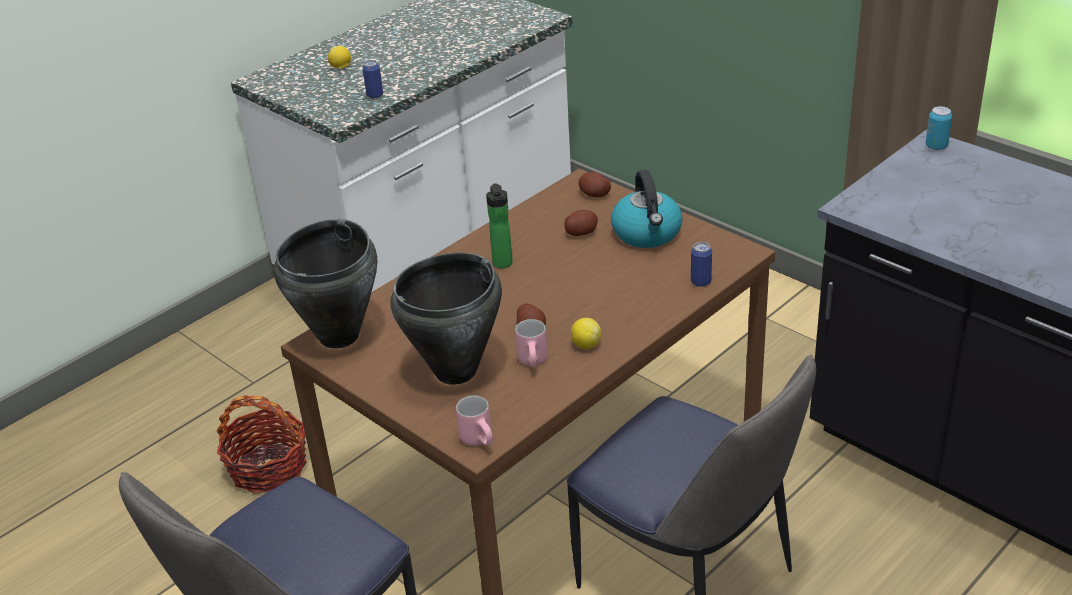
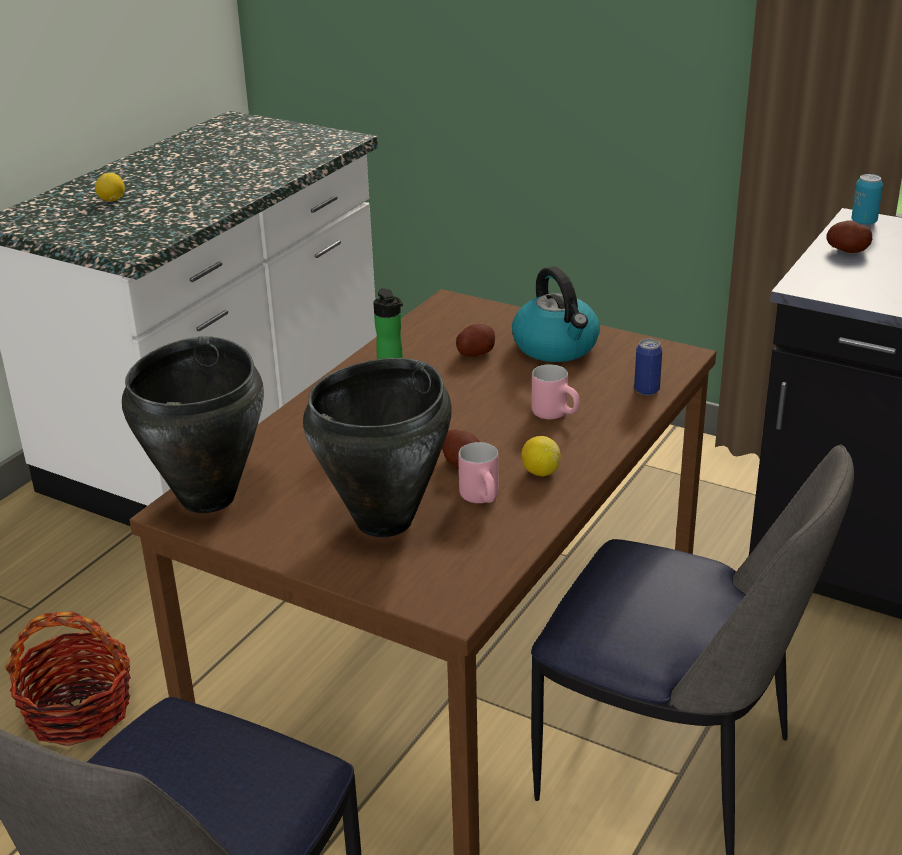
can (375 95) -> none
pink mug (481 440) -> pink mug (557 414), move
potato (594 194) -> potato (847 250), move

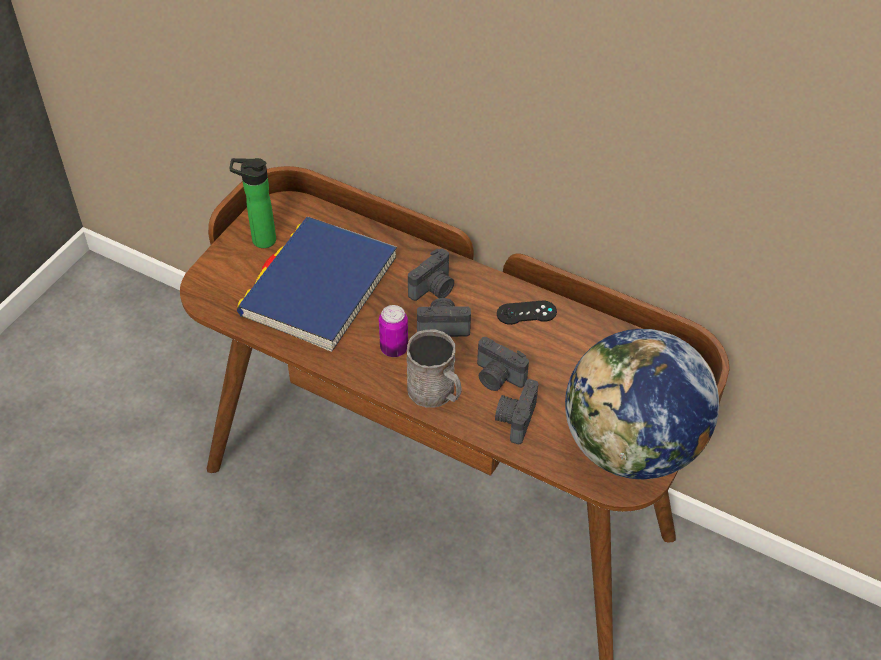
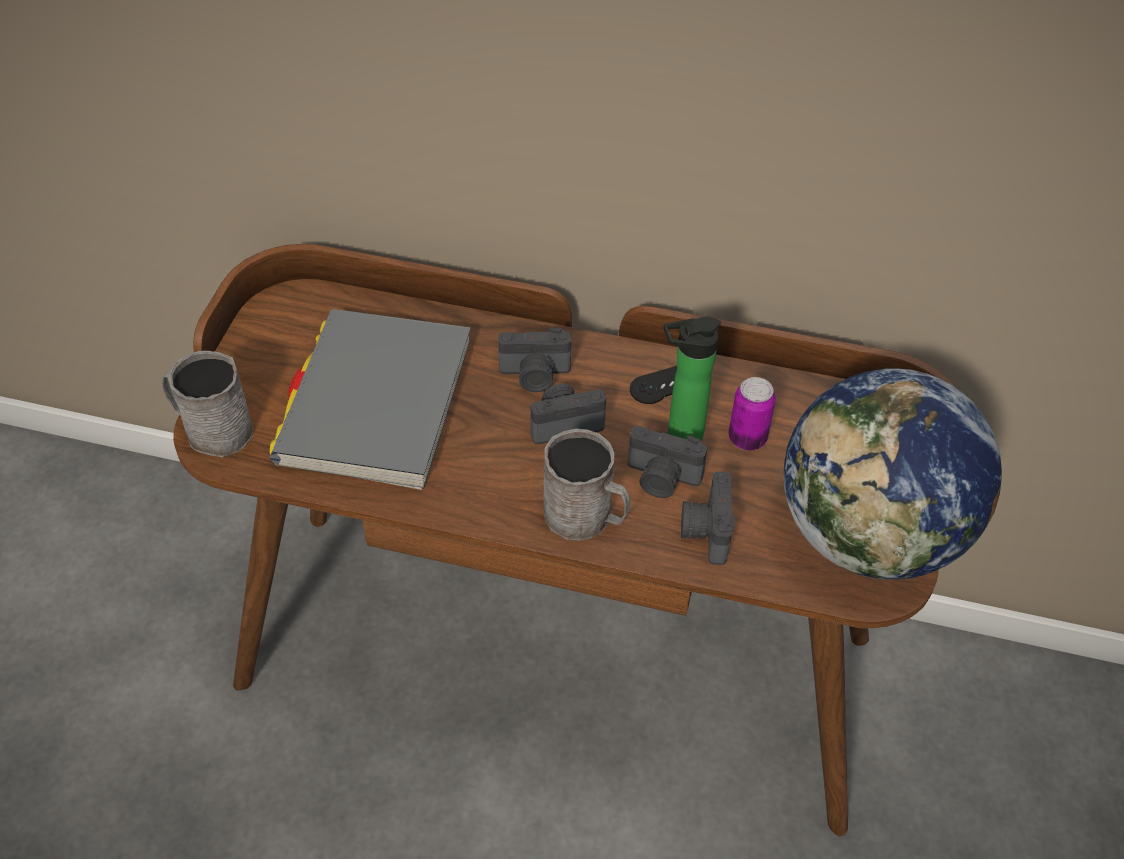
bottle (260 240) -> bottle (679 435), move
blue book (319 287) -> grey book (375 404)
can (394 348) -> can (747 438), move
photo camera (434 289) -> photo camera (535 376), 60 degrees clockwise
none -> grey mug (211 429)

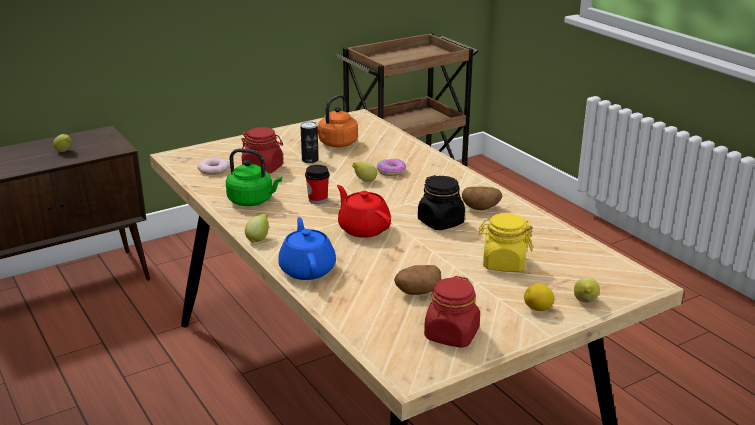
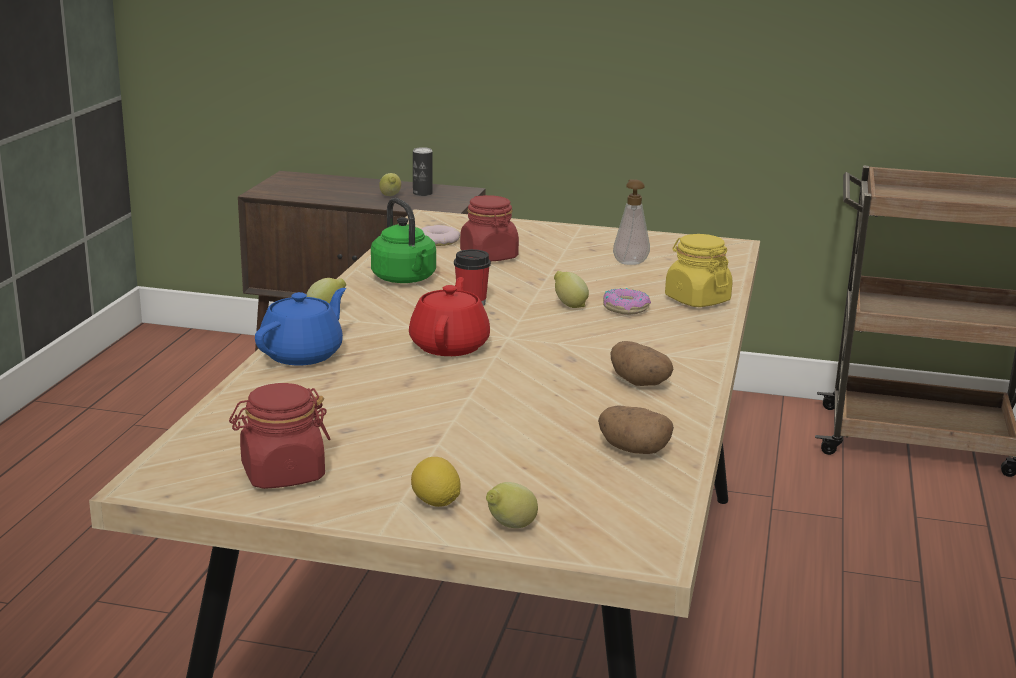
can (310 160) -> can (422 193), move
orange kettle (336 144) -> soap dispenser (630 262)
potato (417 292) -> potato (633 450), move
black jar (441 222) -> none
yellow jar (503 263) -> yellow jar (697 300), move

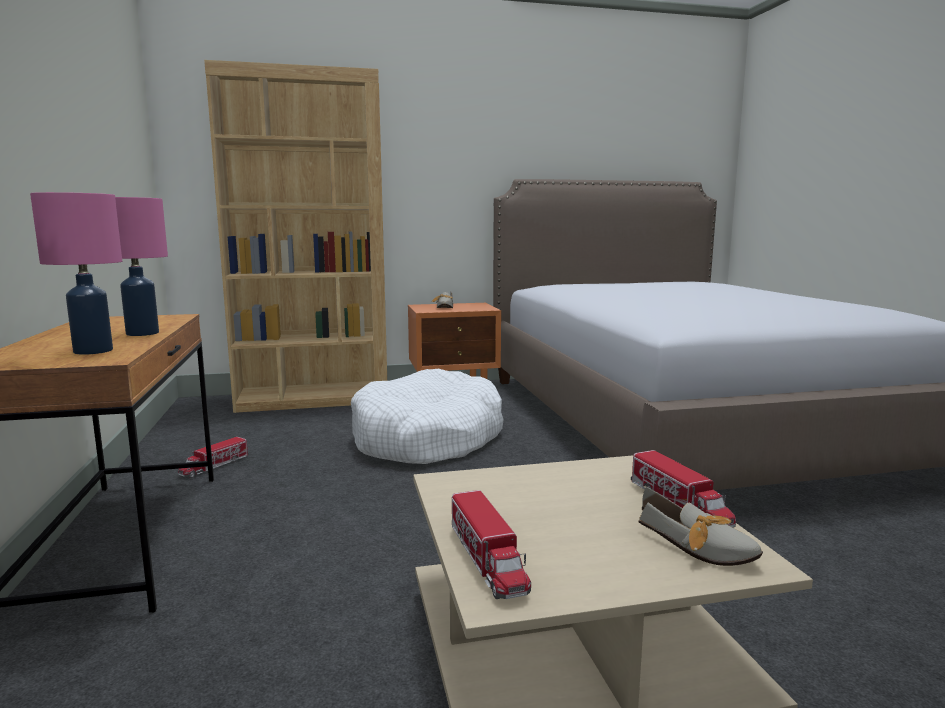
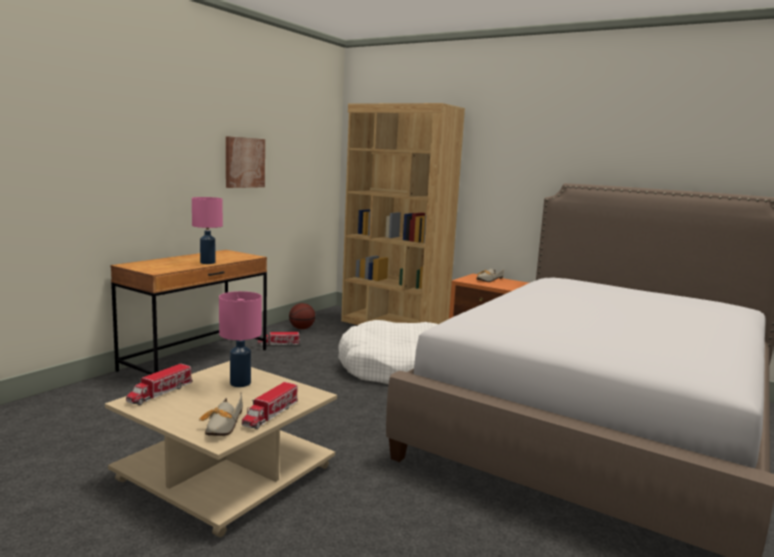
pink table lamp (93 351) -> pink table lamp (241 383), move
none -> picture (244 162)
none -> basketball (302 328)

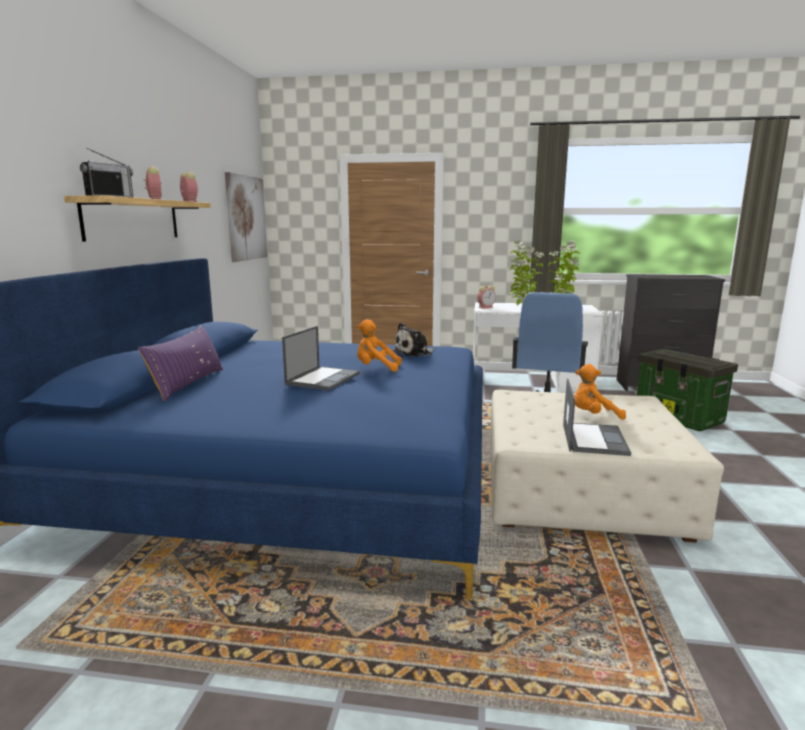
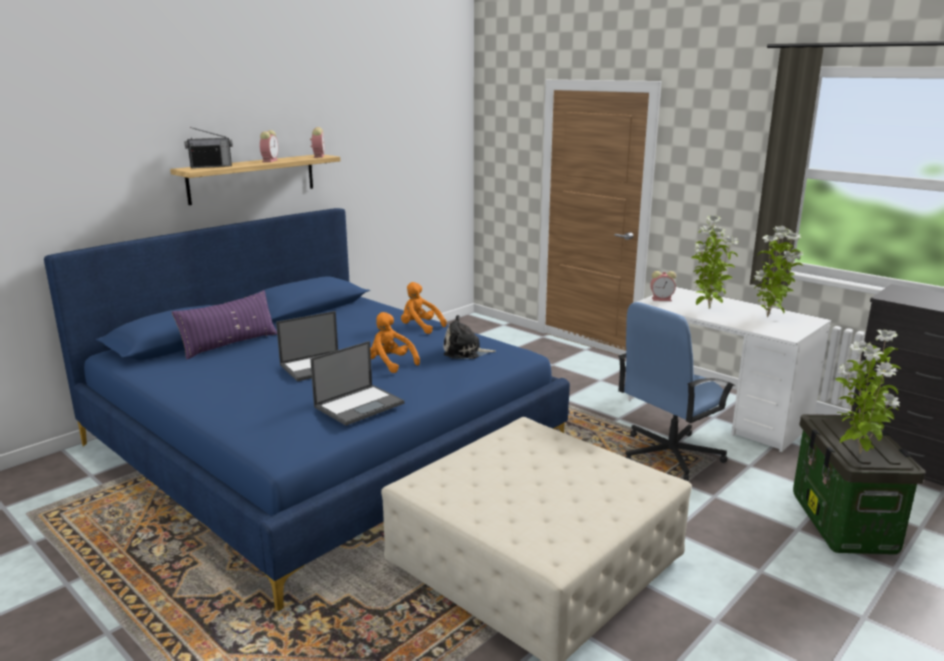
picture (246 218) -> none
laptop (593 439) -> laptop (359 405), move
orange plush toy (593 416) -> orange plush toy (420 327), move
none -> potted plant (857 453)

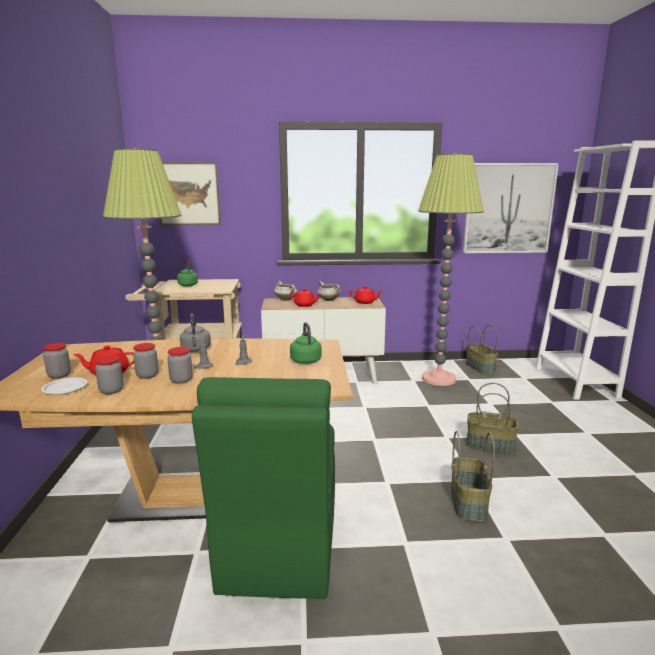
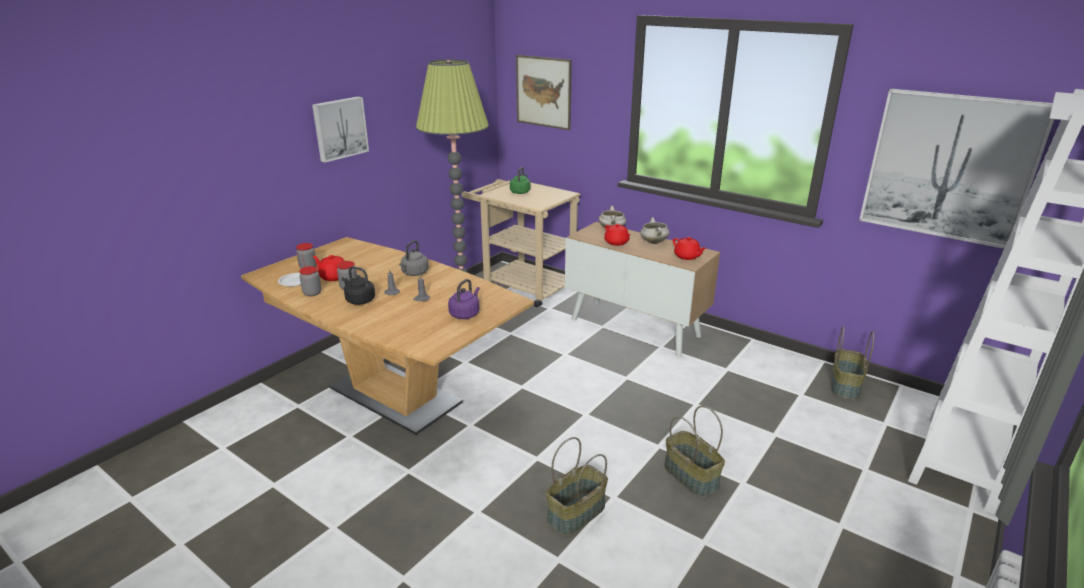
jar (181 380) -> black kettle (359 300)
green chair (278 549) -> none
green kettle (305 360) -> purple kettle (465 314)
floor lamp (438 379) -> none
none -> picture (339 128)

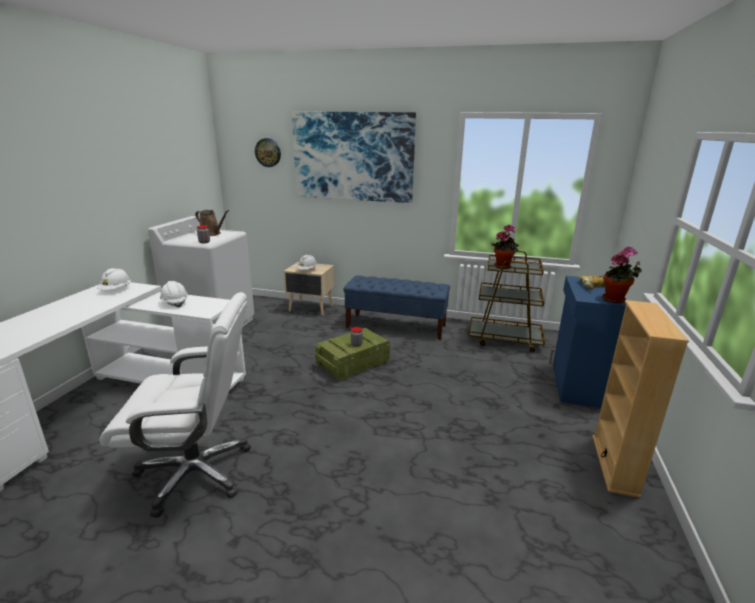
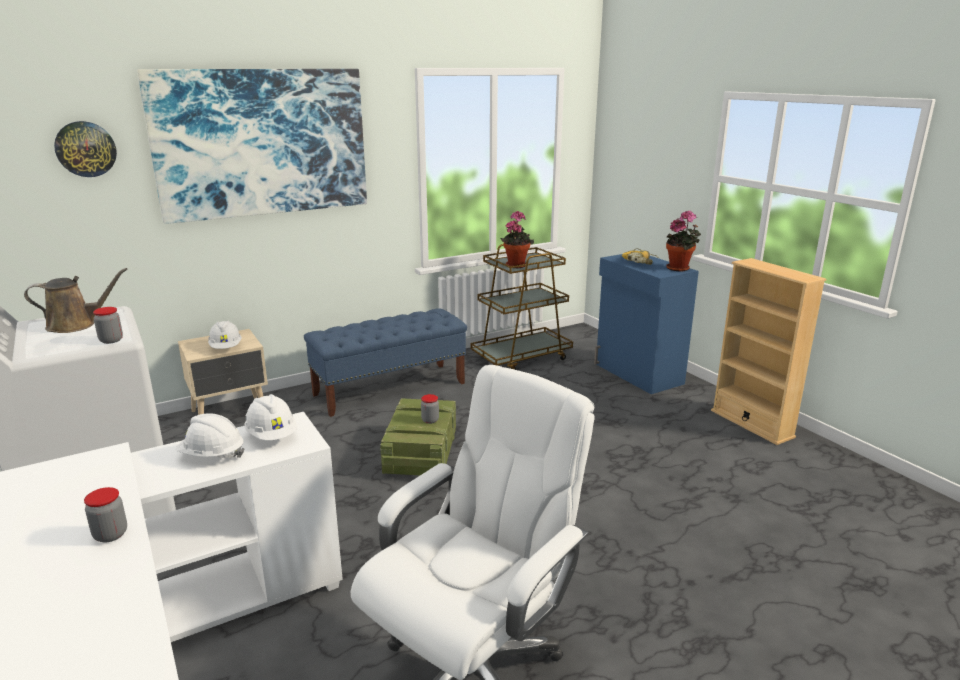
white hard hat (116 290) -> white hard hat (272 435), move
none -> jar (110 534)

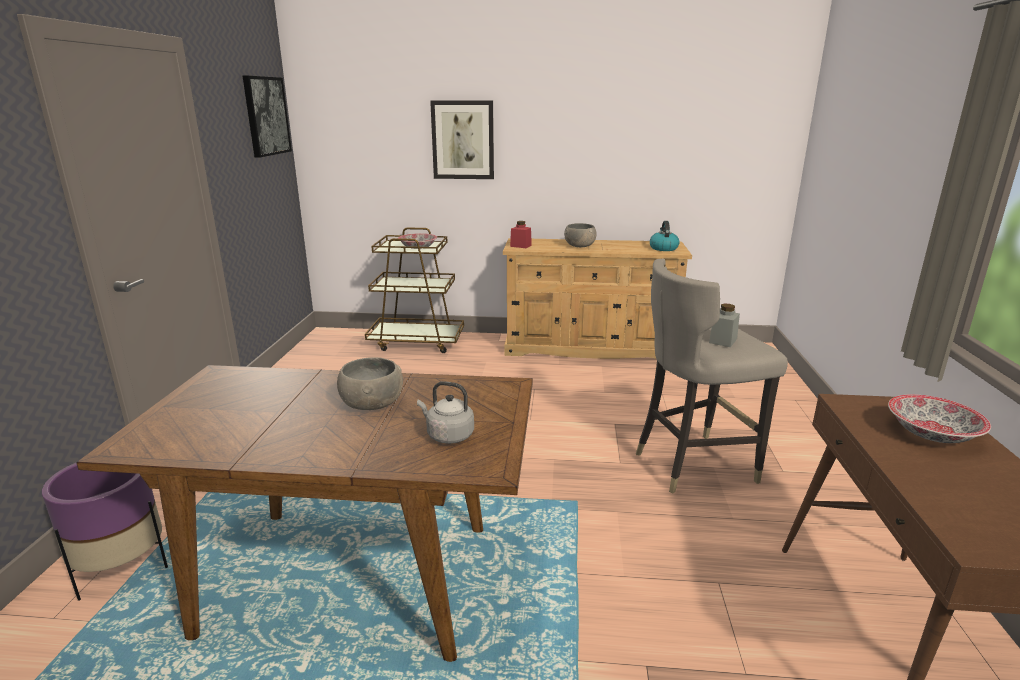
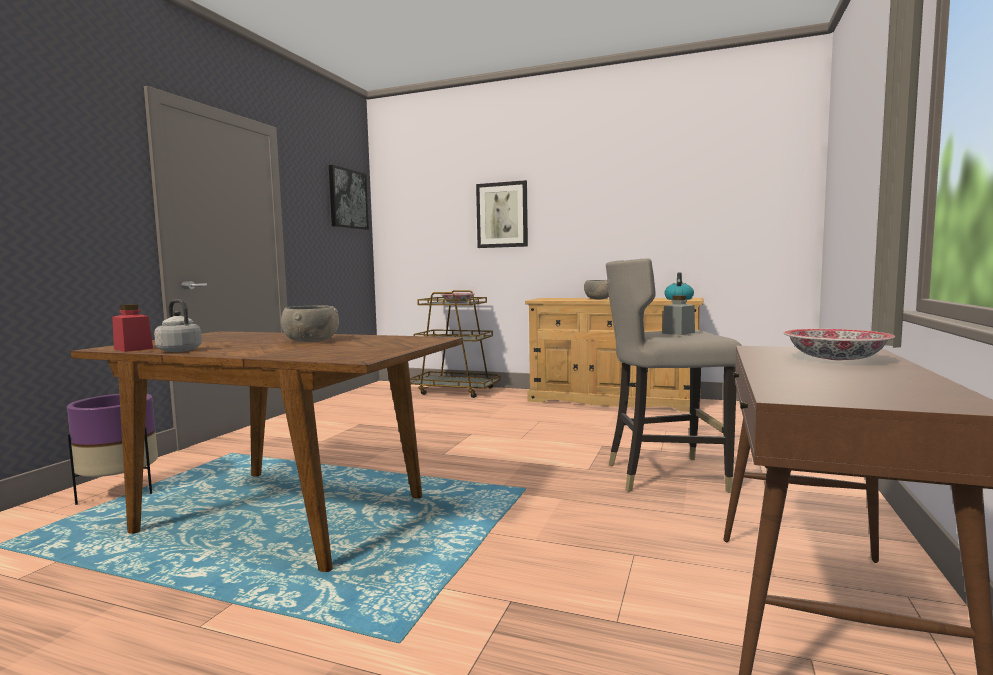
grey kettle (448 435) -> grey kettle (178 350), move
red jar (520 246) -> red jar (133 349), move

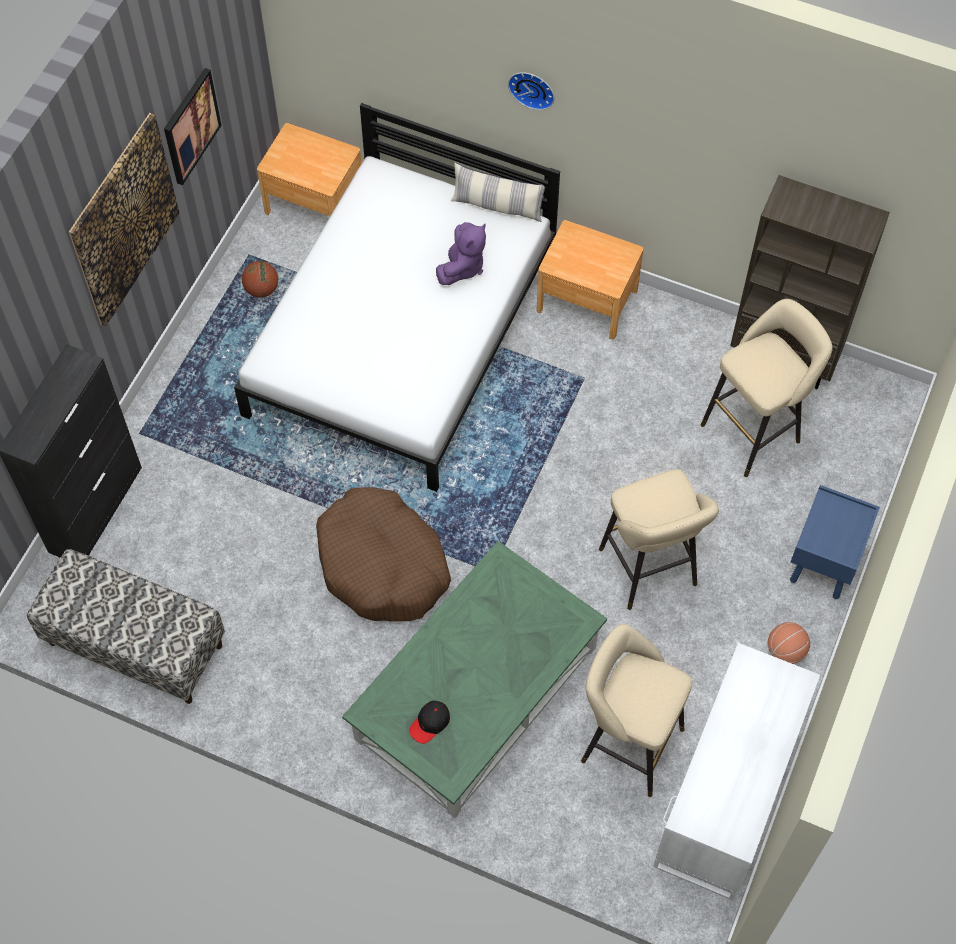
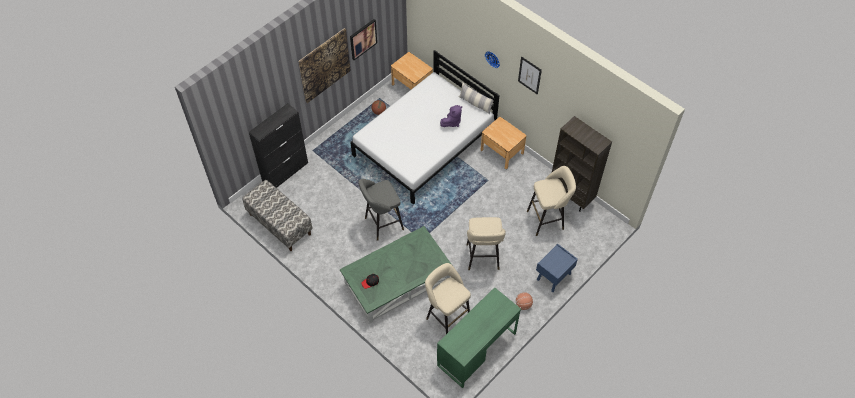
brown dog bed (382 564) -> grey stool (382 224)
white desk (725 794) -> green desk (476 349)
none -> picture (529 75)

